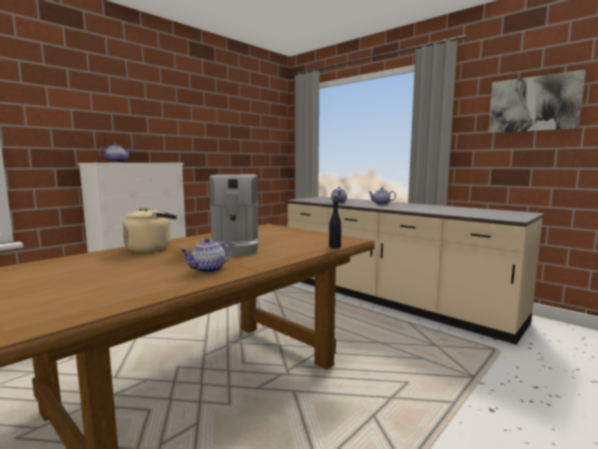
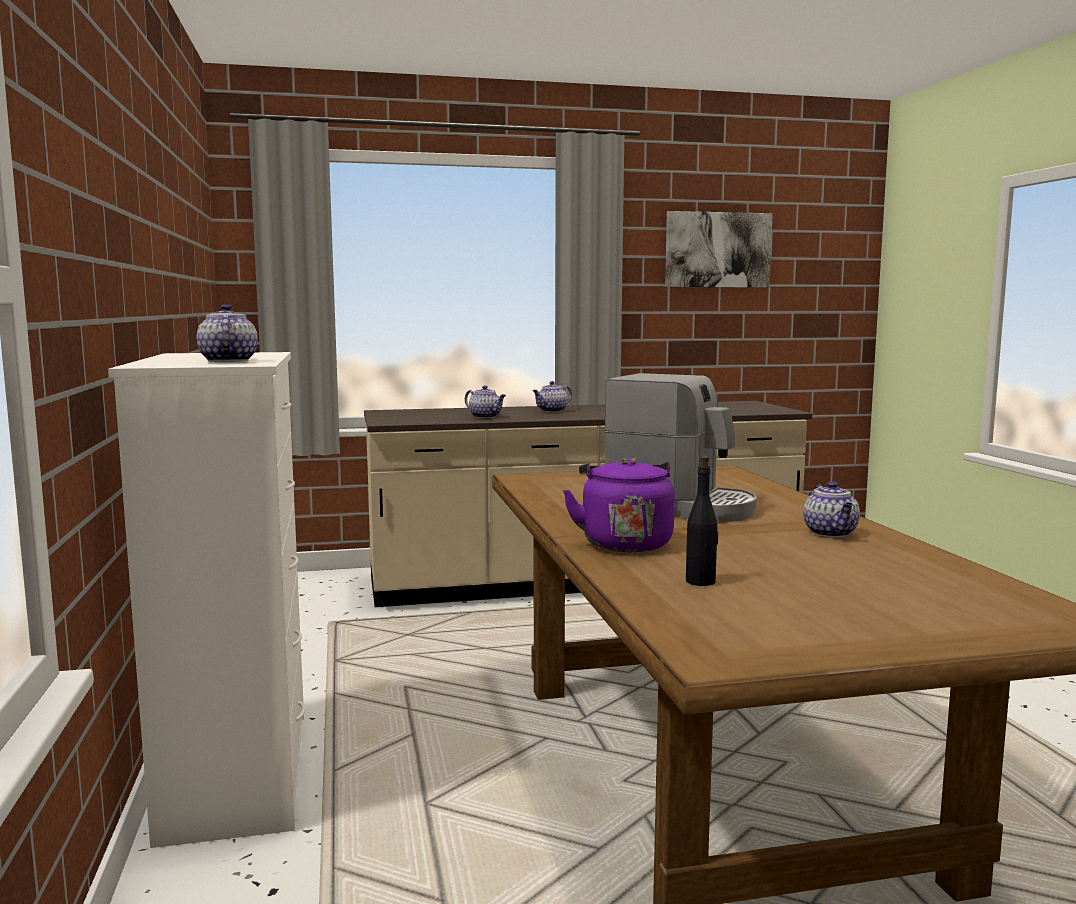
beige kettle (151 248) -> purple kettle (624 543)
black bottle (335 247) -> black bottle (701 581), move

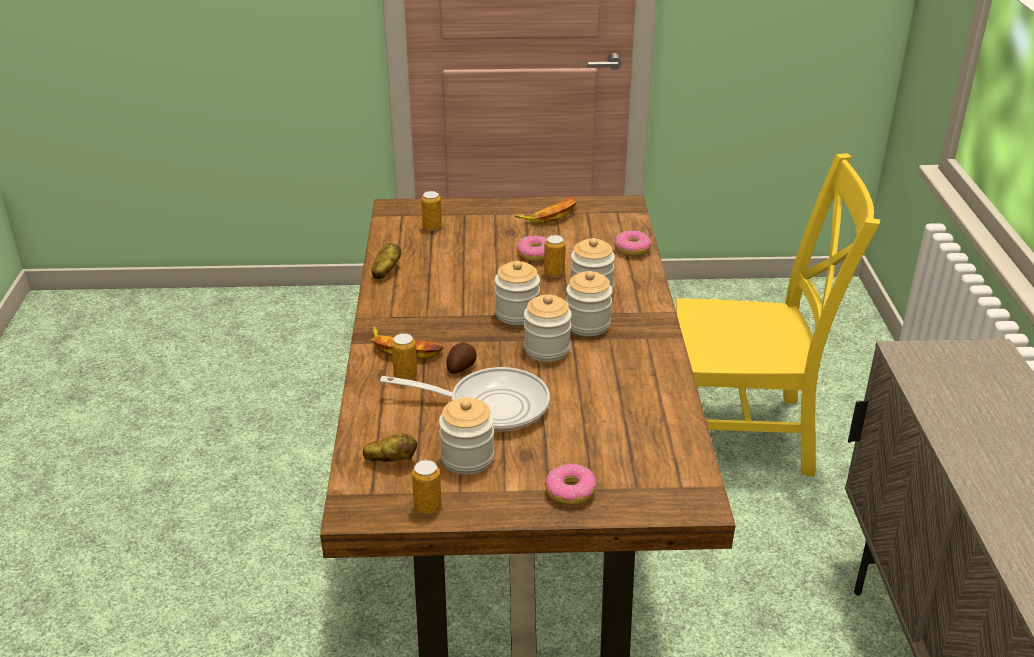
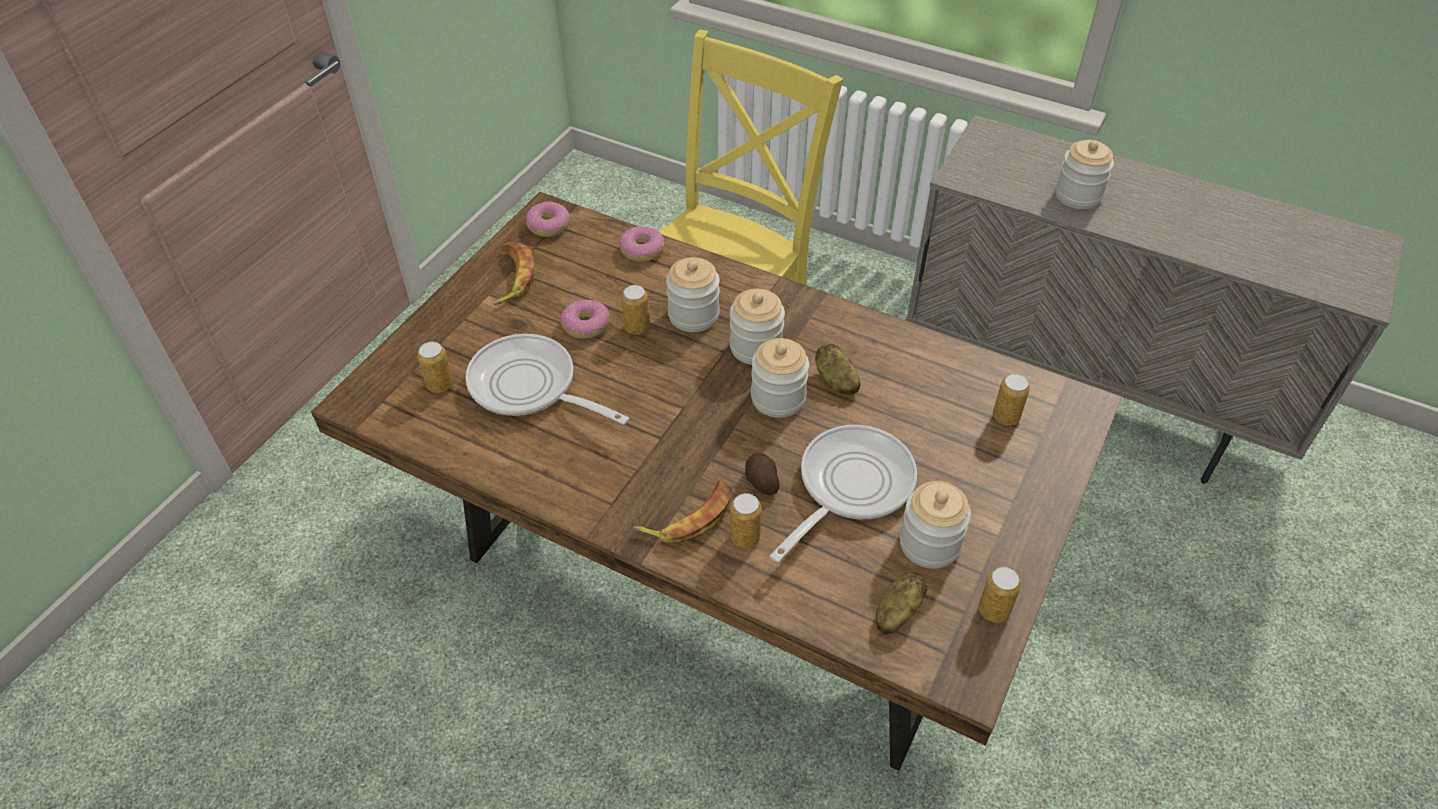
potato (385 271) -> potato (835 381), move
jar (517 314) -> jar (1078 195), move
donut (570 491) -> donut (548 226), move
none -> frying pan (530 387)
none -> can (1005 417)

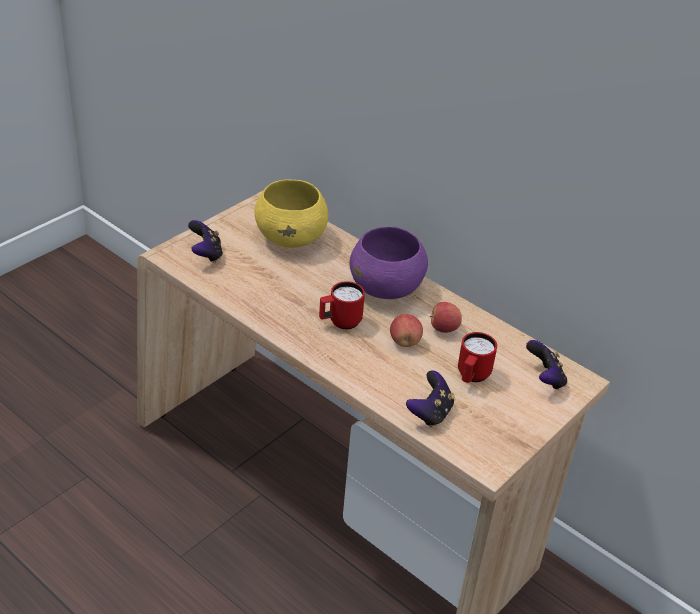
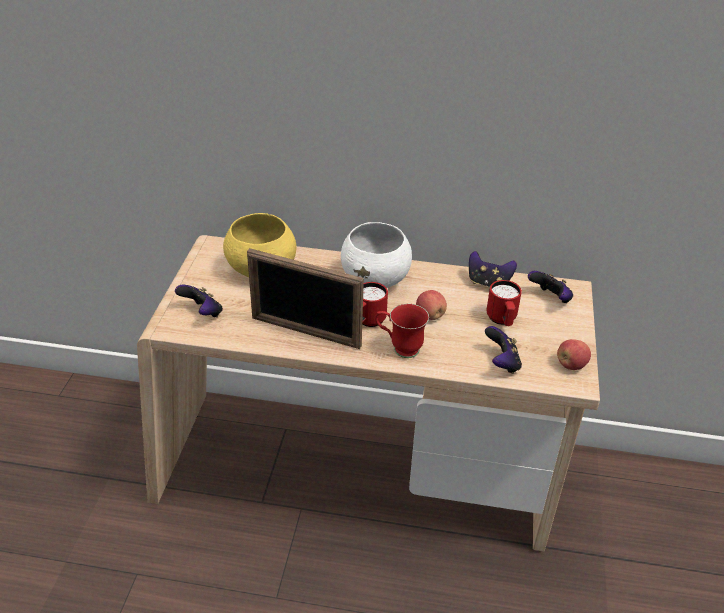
purple bowl (386 288) -> white bowl (376 279)
apple (443 328) -> apple (571 365), move
none -> picture frame (305 332)
none -> red mug (399 348)
none -> game controller (488 283)

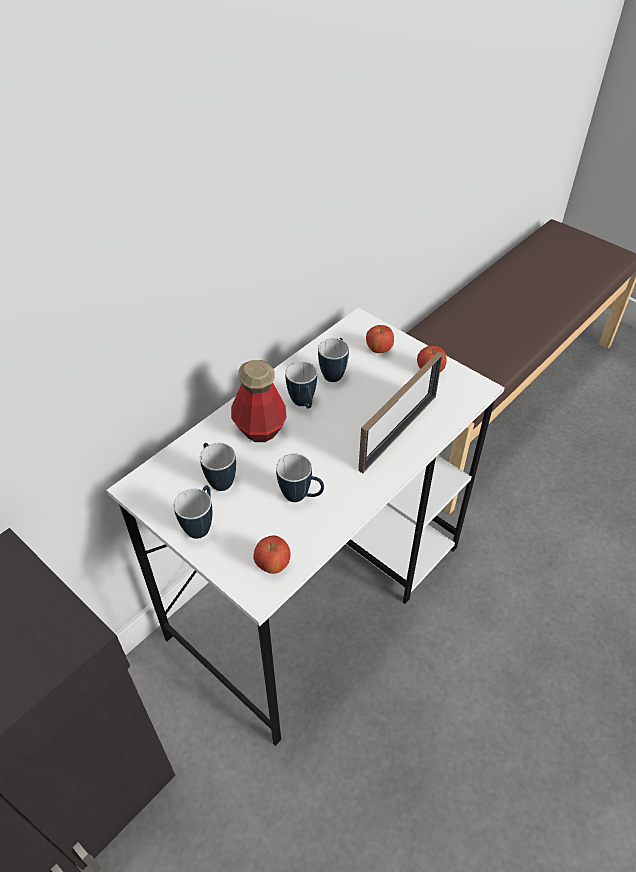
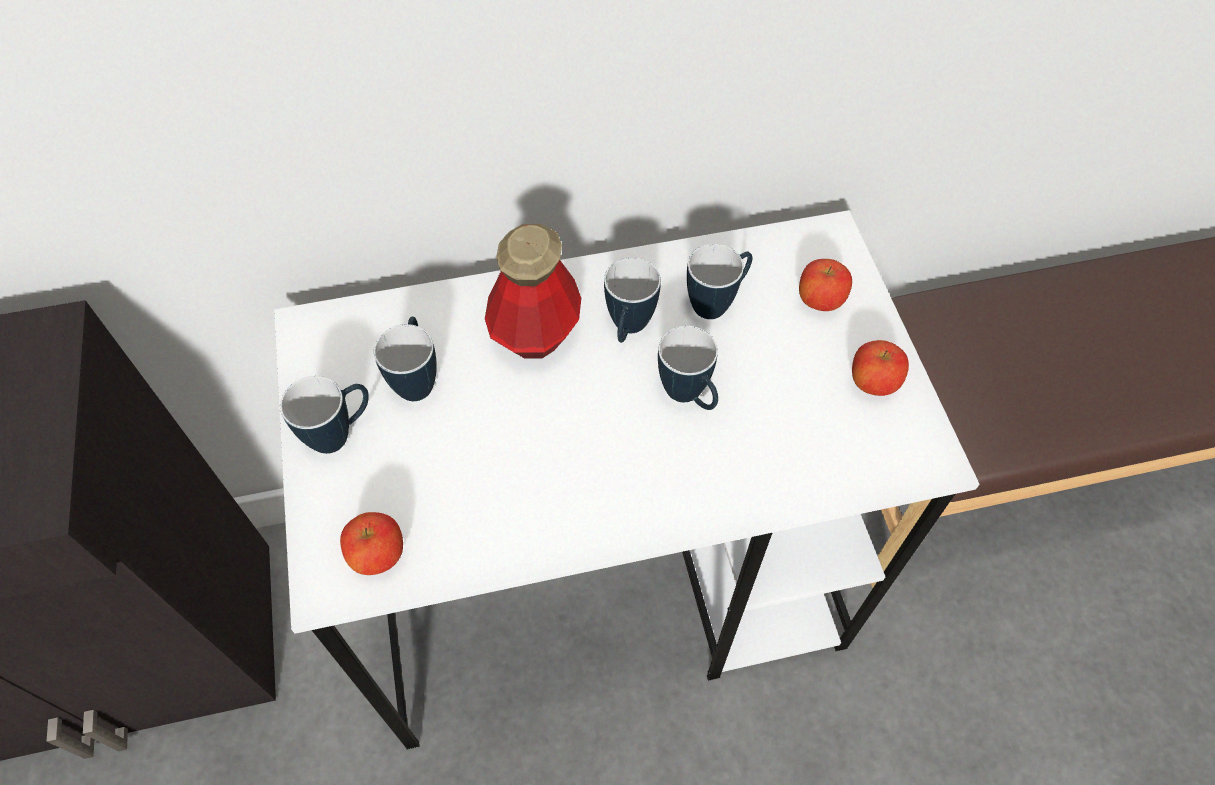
mug (301 497) -> mug (689 397), move
picture frame (398 432) -> none

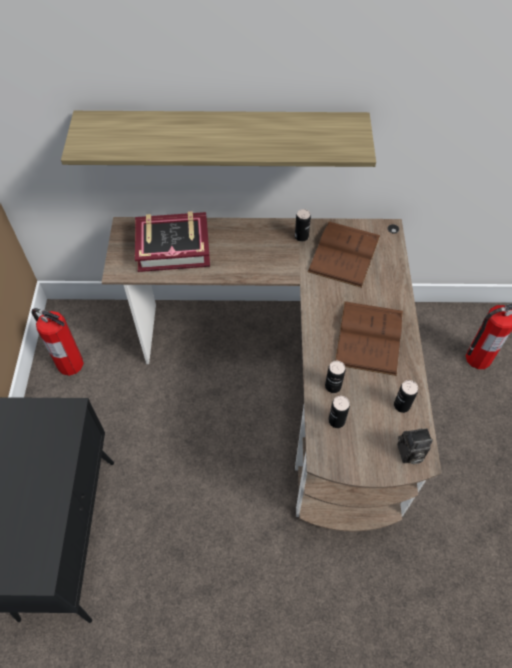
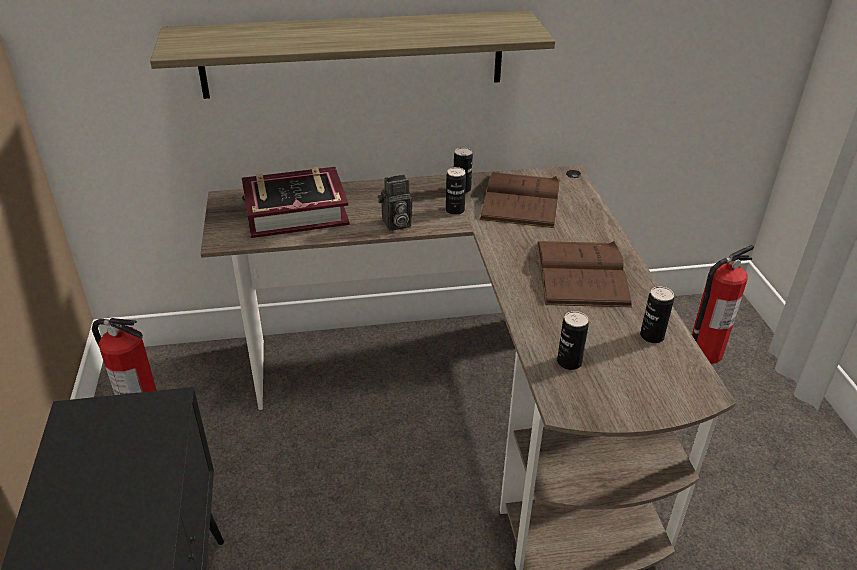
can (333 386) -> can (455 210), move
photo camera (409 454) -> photo camera (395 224), move

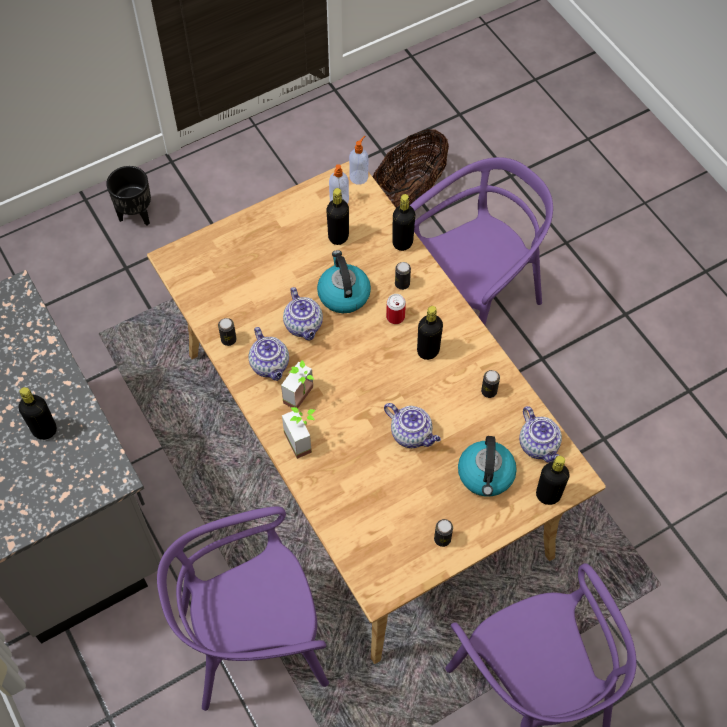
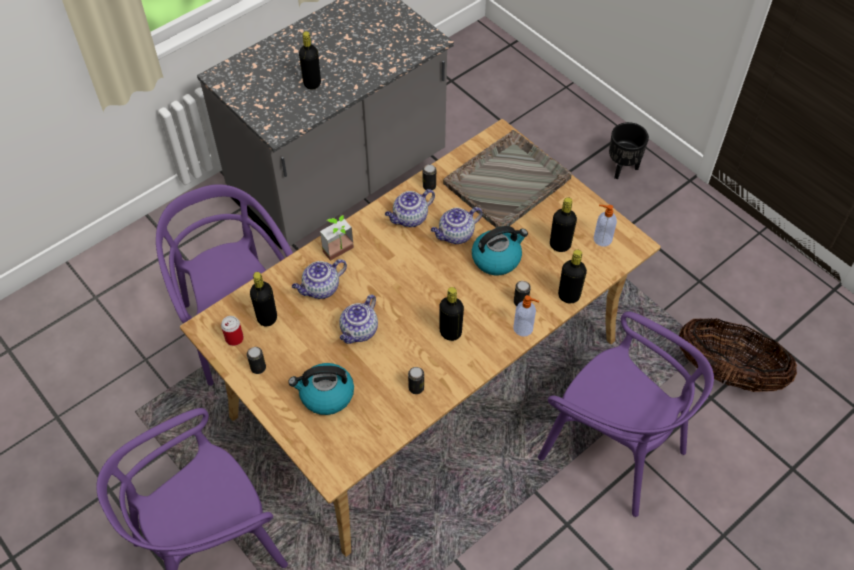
potted plant (304 398) -> none
soap dispenser (359 176) -> soap dispenser (524 328), move
can (395 317) -> can (234 338), move
teapot (539 445) -> teapot (321 289), move
black bottle (548 495) -> black bottle (267 318), move
none -> grey tray (508 181)

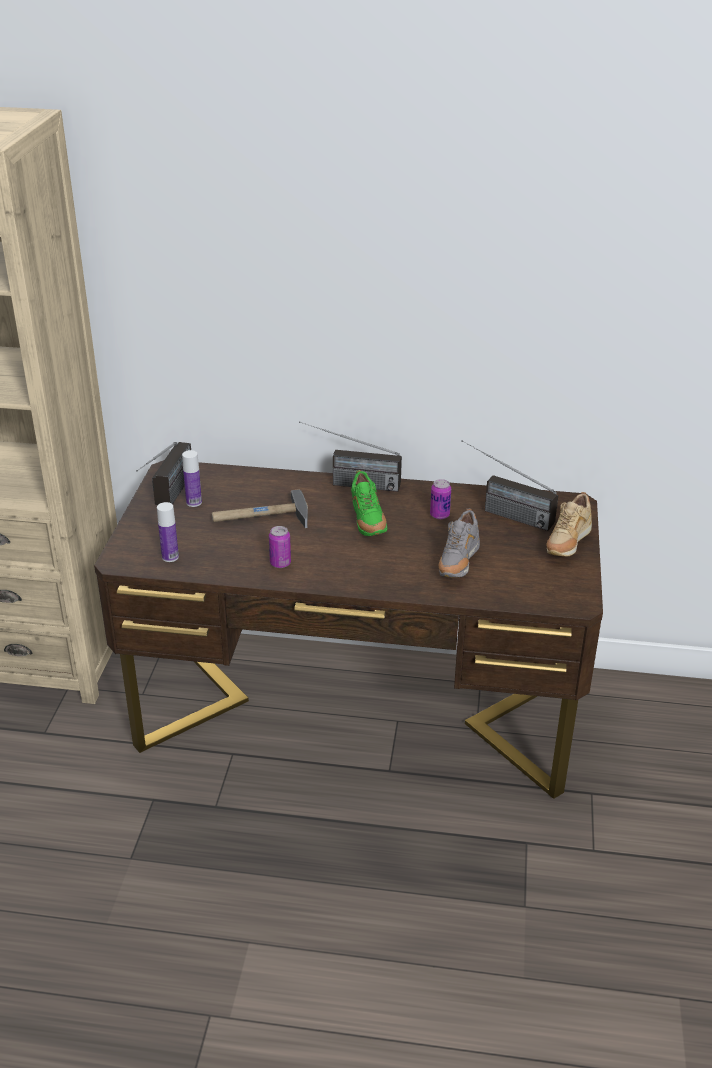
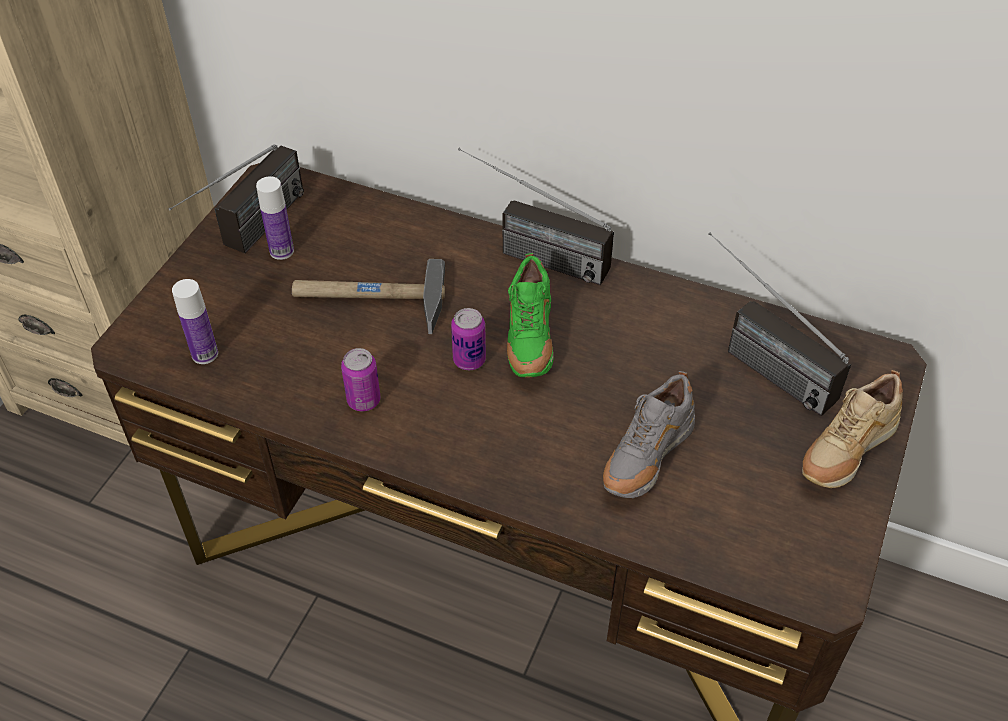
can (439 515) -> can (469 360), move

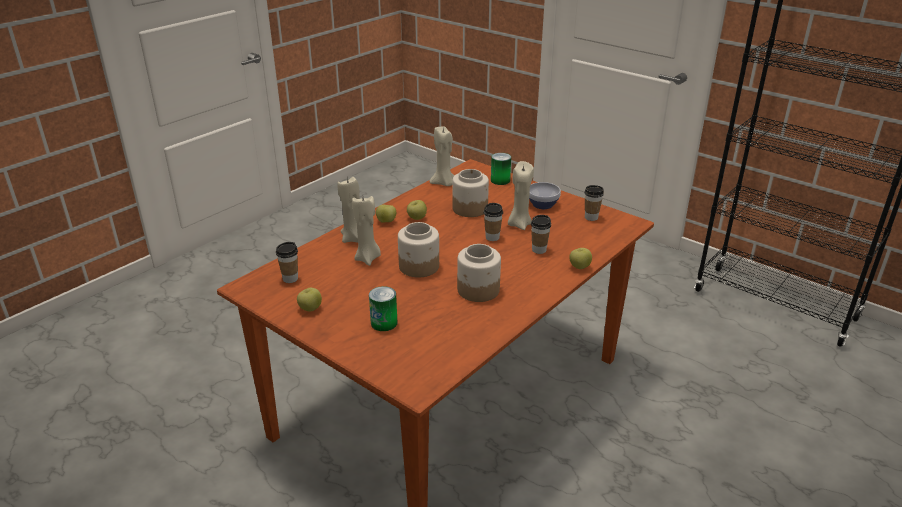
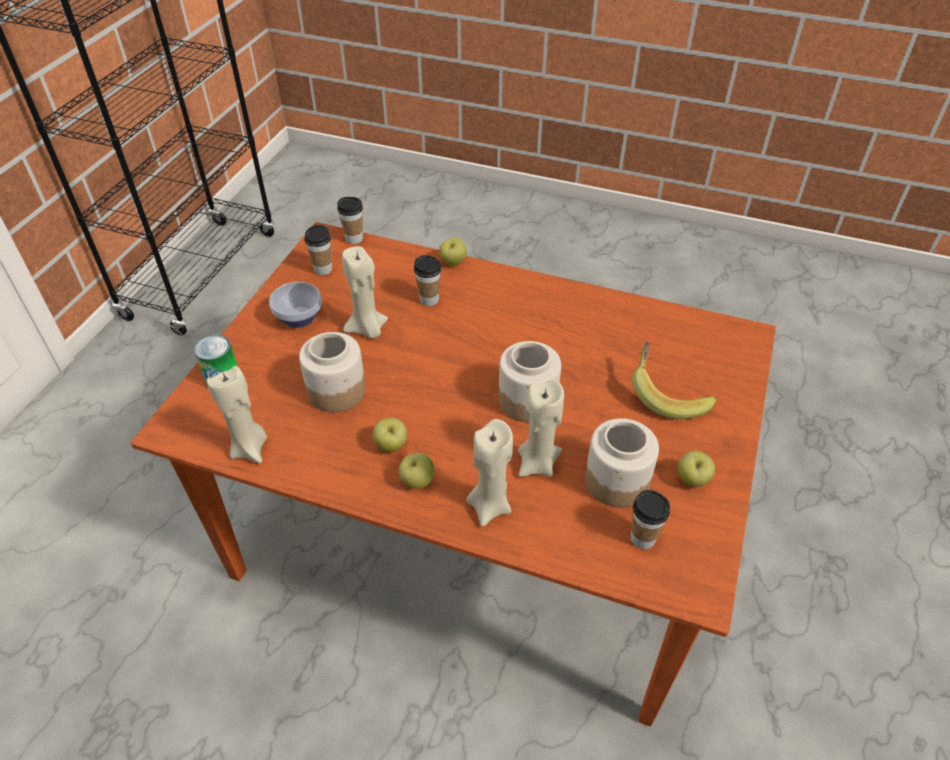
can (384 323) -> banana (667 394)
jar (478 290) -> jar (617 481), move
cup (492 237) -> cup (354 239), move

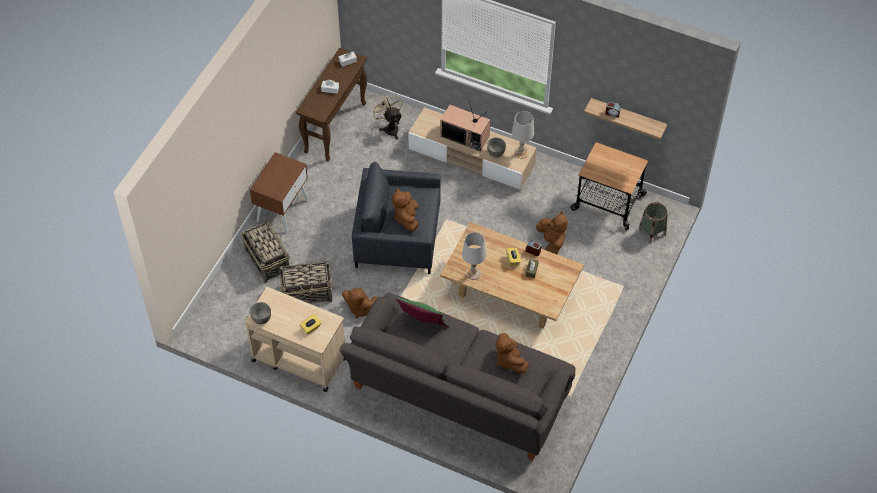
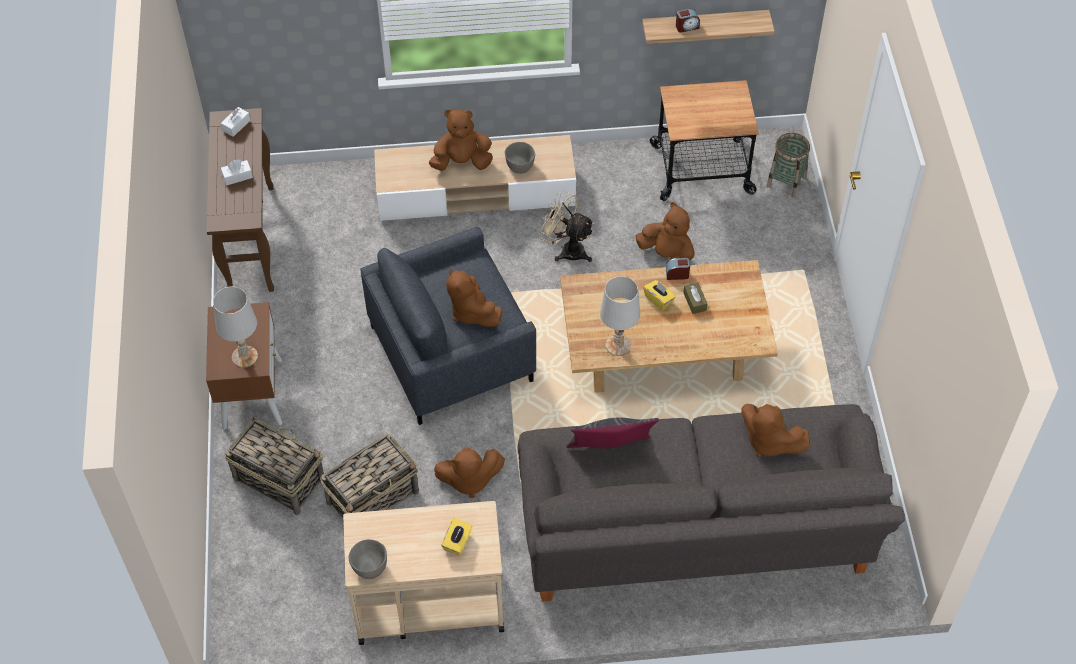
beige fan (390 127) -> beige fan (567 249), move
green pillow (423 325) -> grey pillow (610 454)
television (466 136) -> brown plush toy (462 162)
white table lamp (521 152) -> white table lamp (244 356), move

